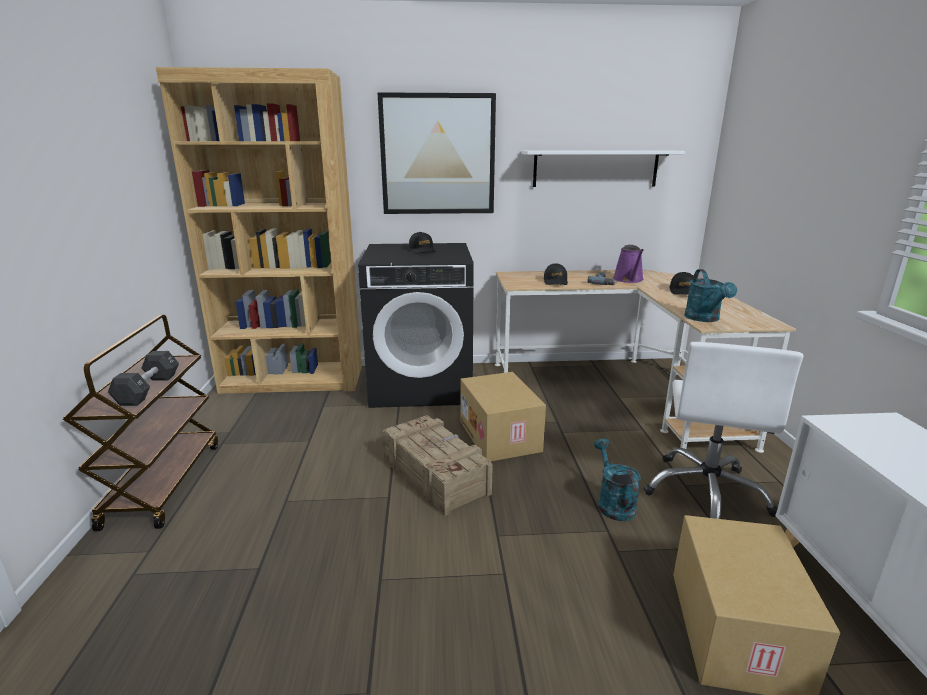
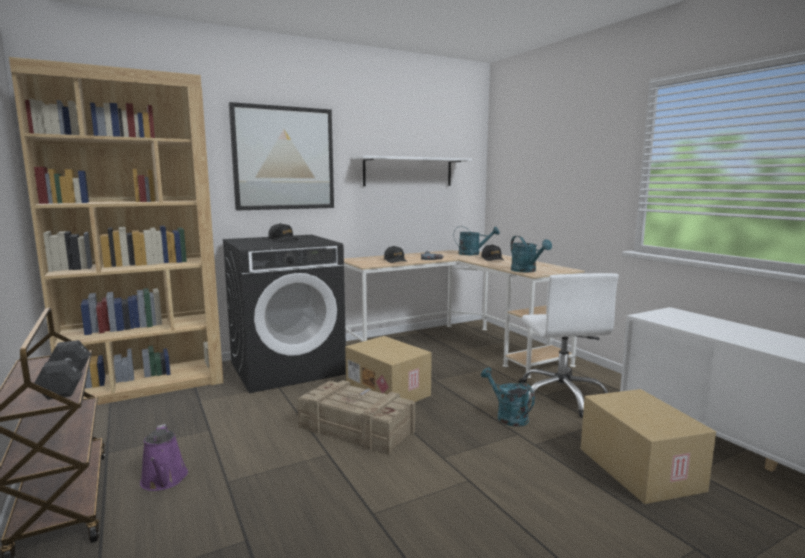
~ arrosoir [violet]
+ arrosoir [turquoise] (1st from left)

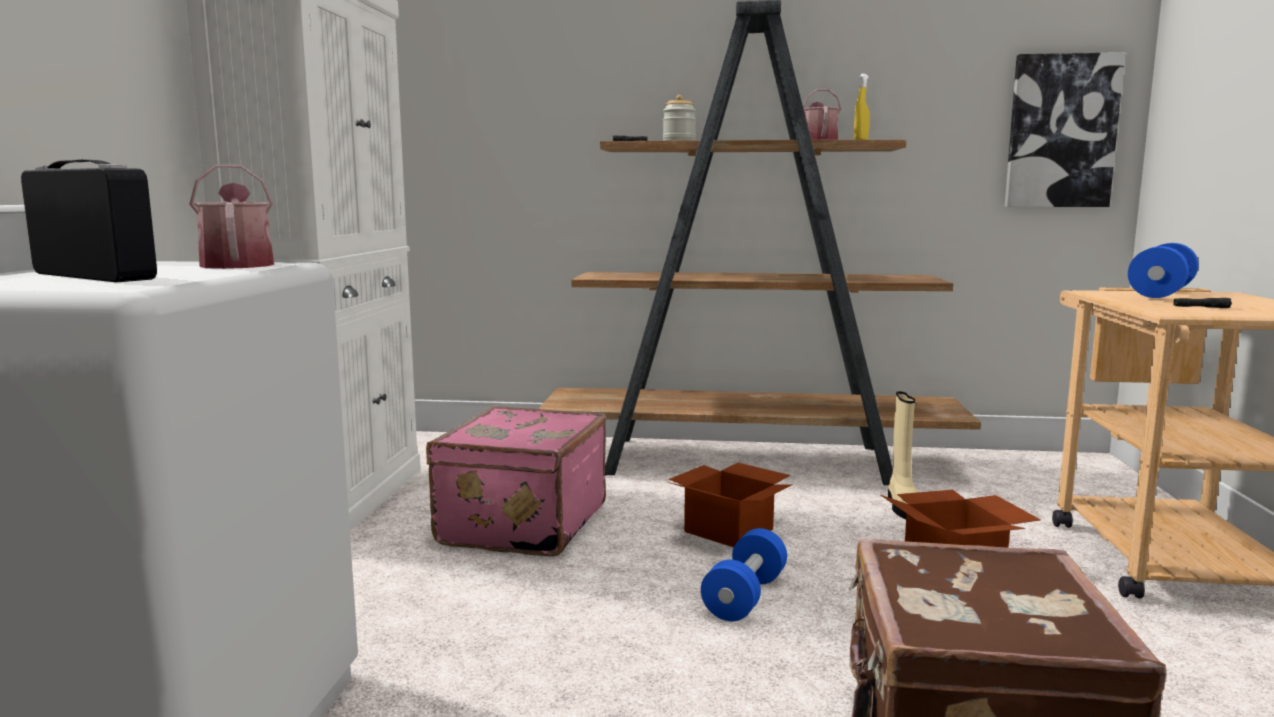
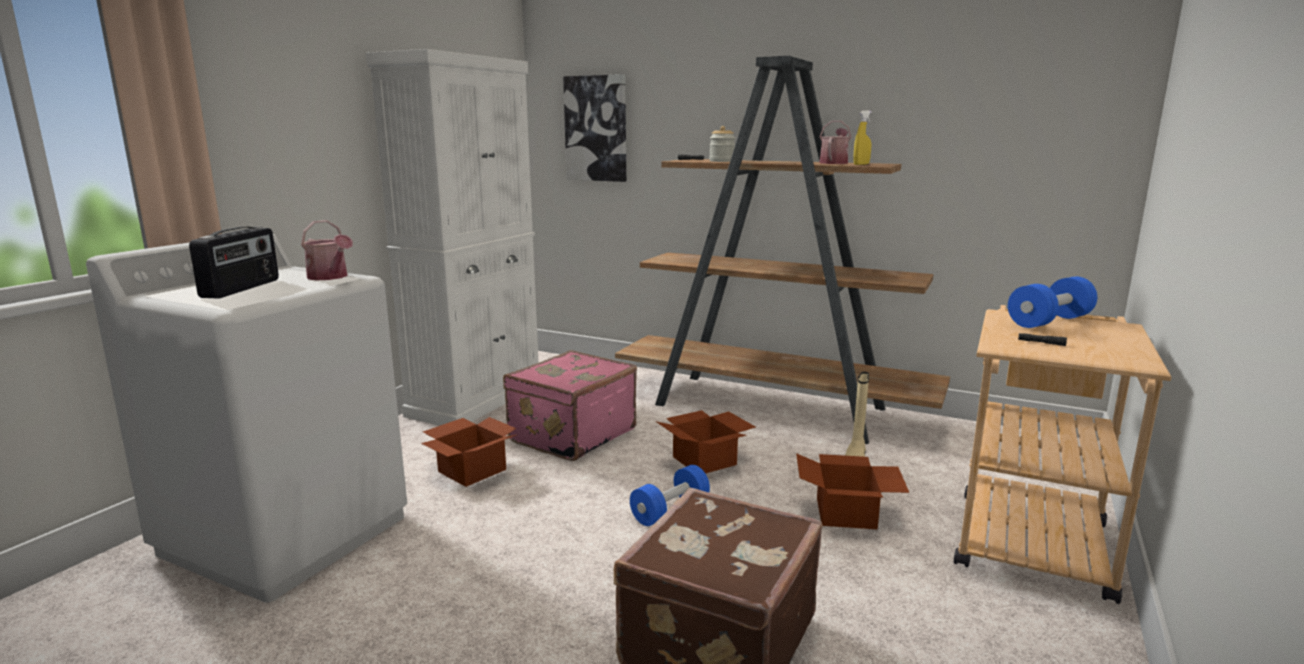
~ radio 45 degrees clockwise
~ arrosoir (1st from left) 135 degrees clockwise
~ tableau
+ carton (1st from left)

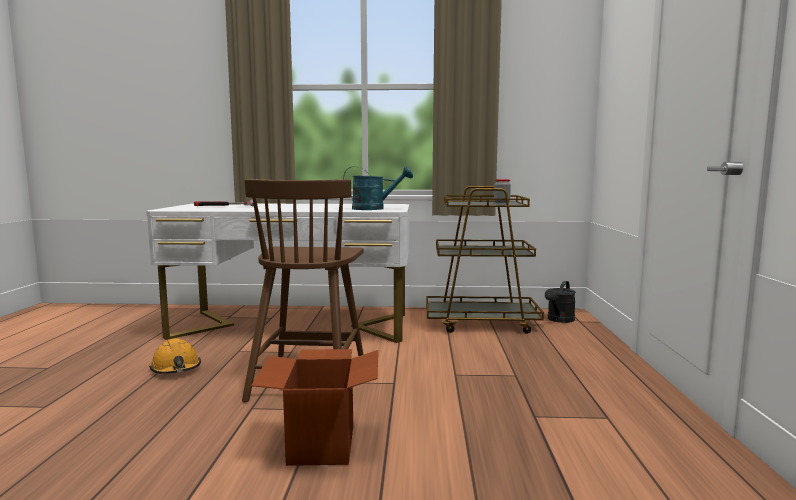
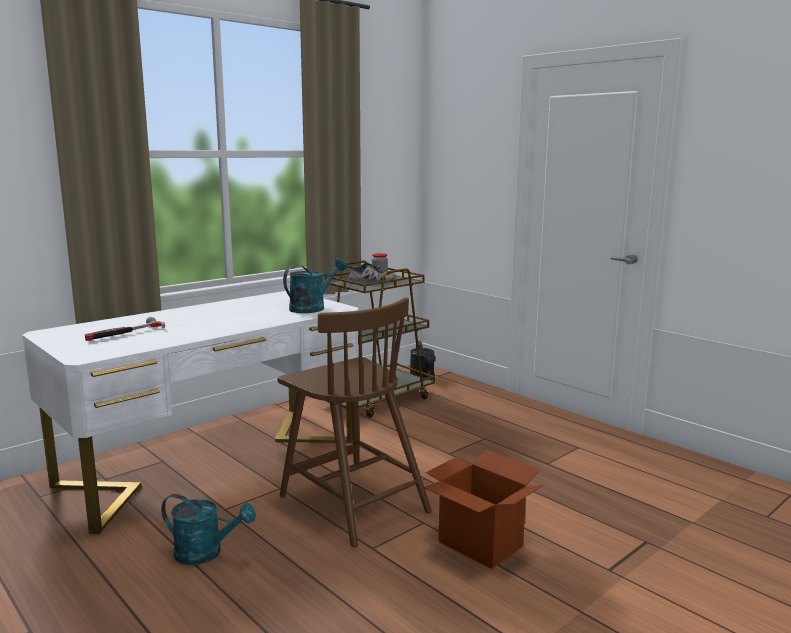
~ casque de chantier [orange] to arrosoir [turquoise] (1st from left)
+ chaussure

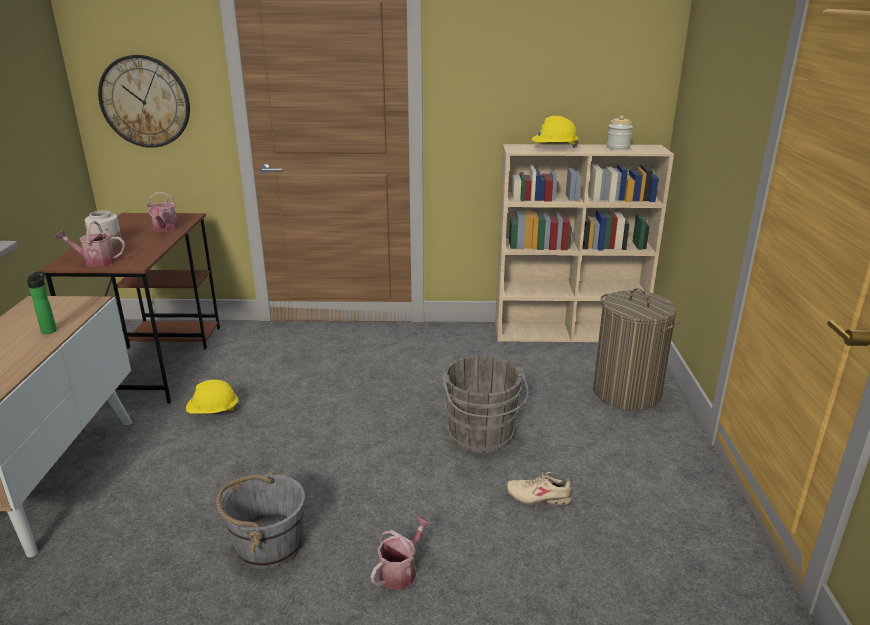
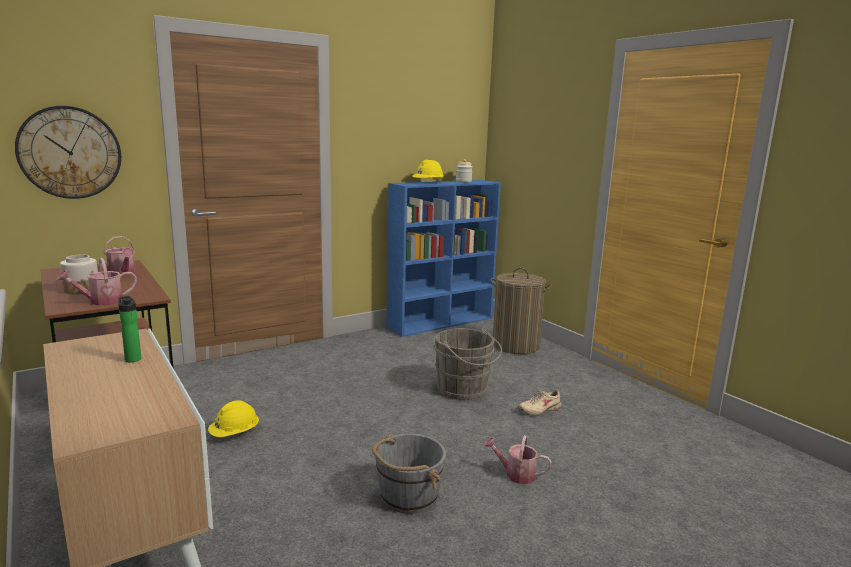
~ arrosoir (3rd from left) 75 degrees counterclockwise
~ bibliothèque [beige] to bibliothèque [bleu]

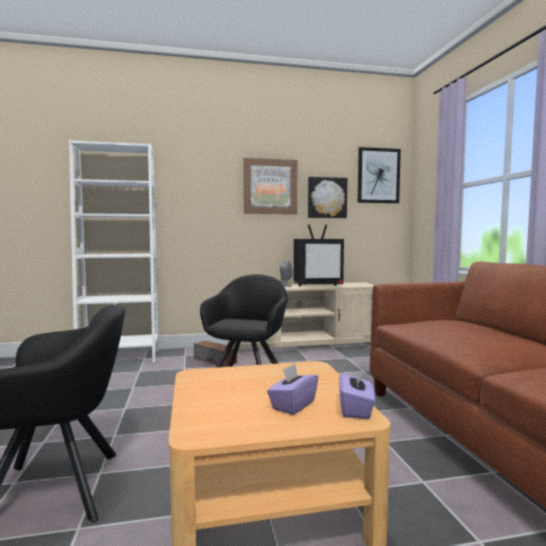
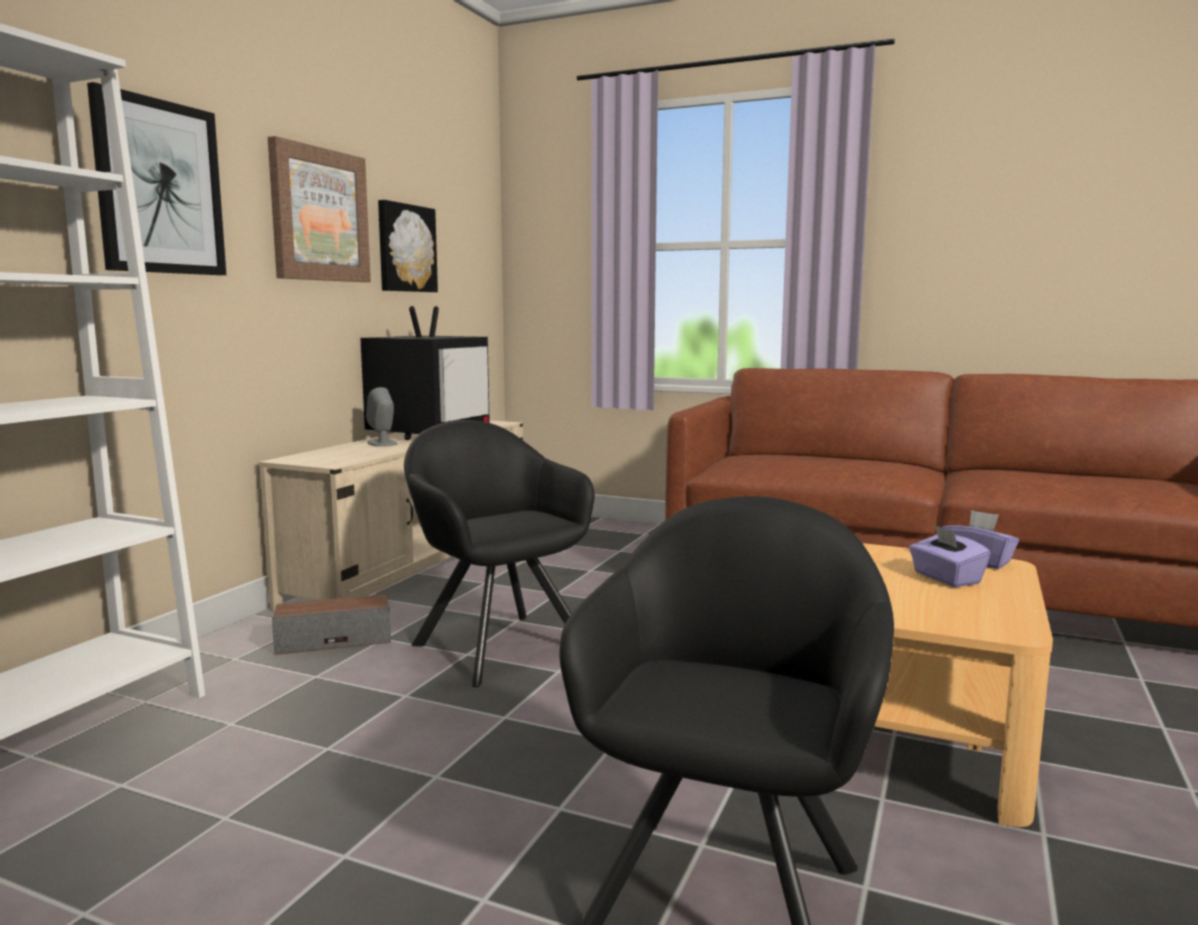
~ tableau (3rd from left in the first image) to tableau (1st from left)

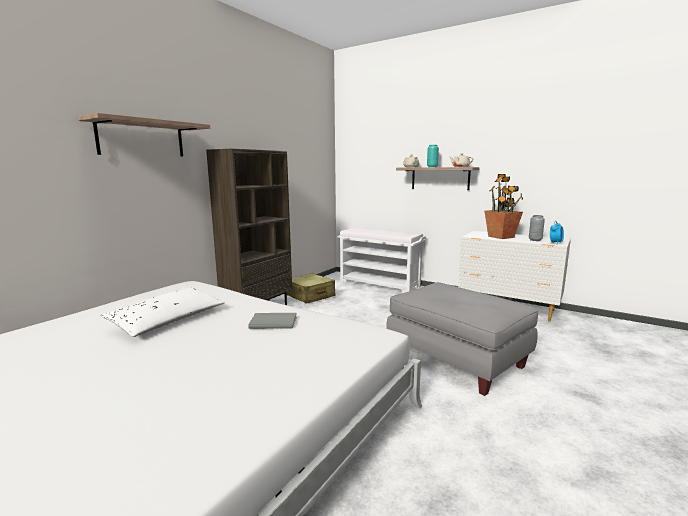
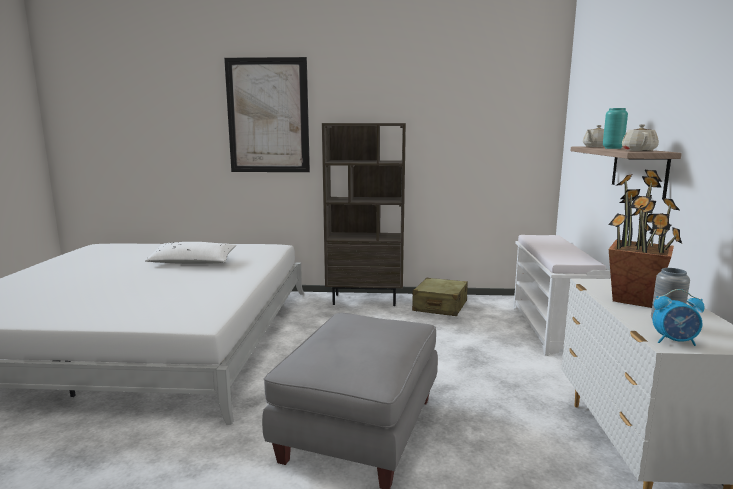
~ étagère (1st from left) to tableau
- livre [gris]

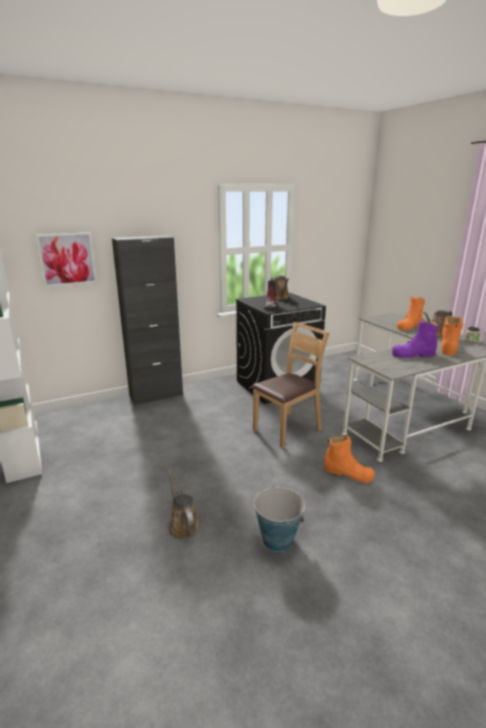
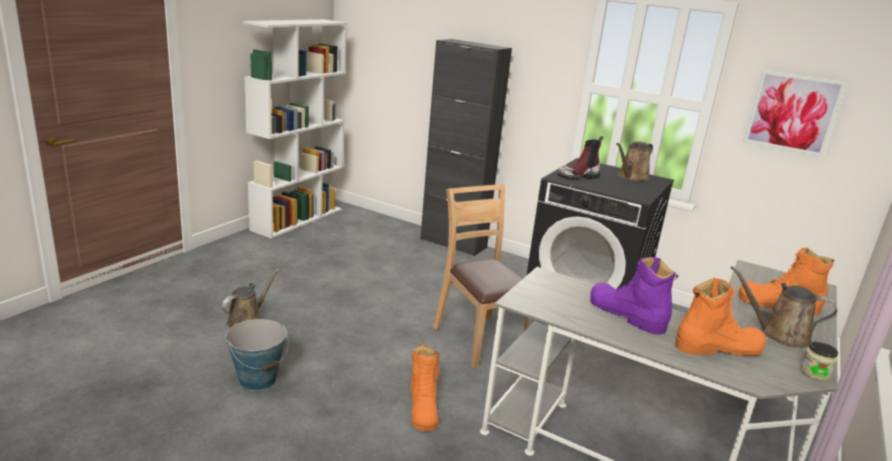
~ tableau
~ chaise [marron] 135 degrees counterclockwise

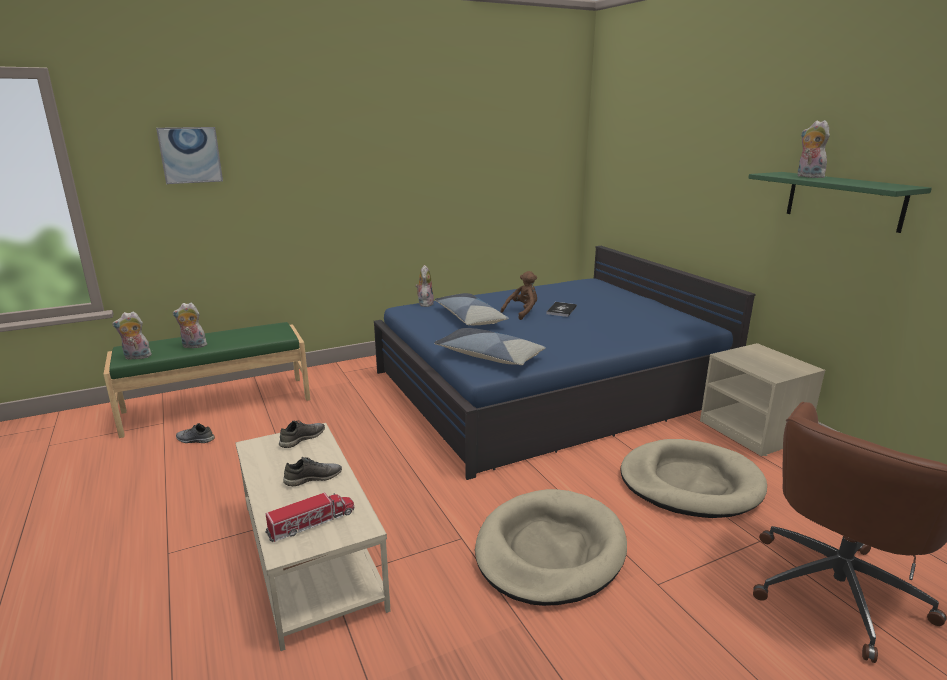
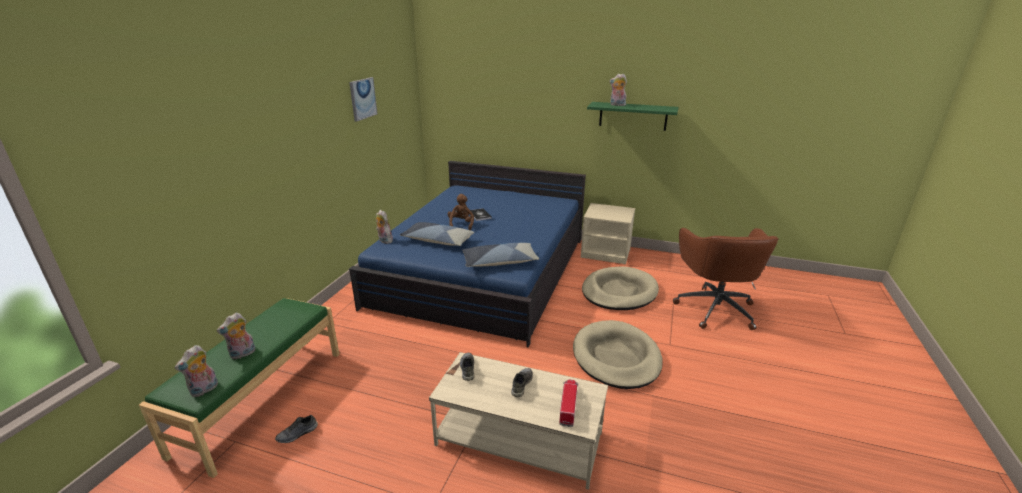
~ tableau

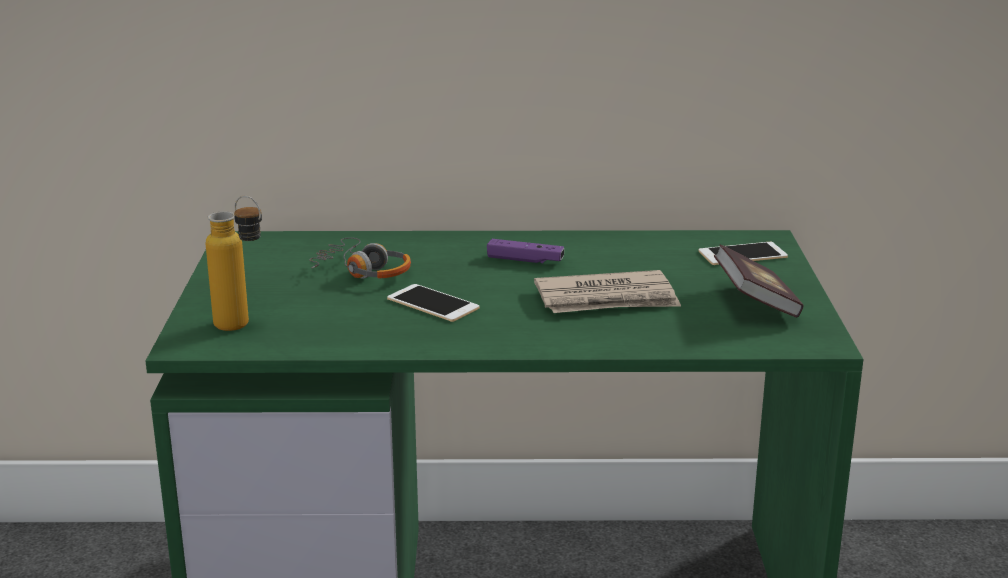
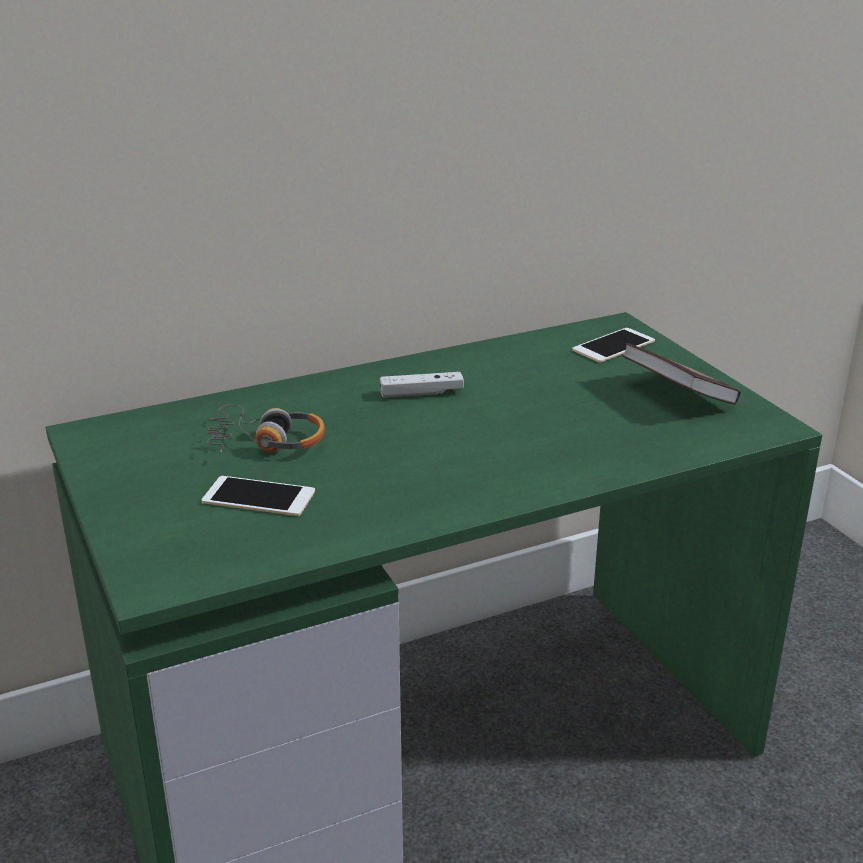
- bouteille
~ téléphone (1st from left)
~ manette [violet] to manette [blanc]
- journal

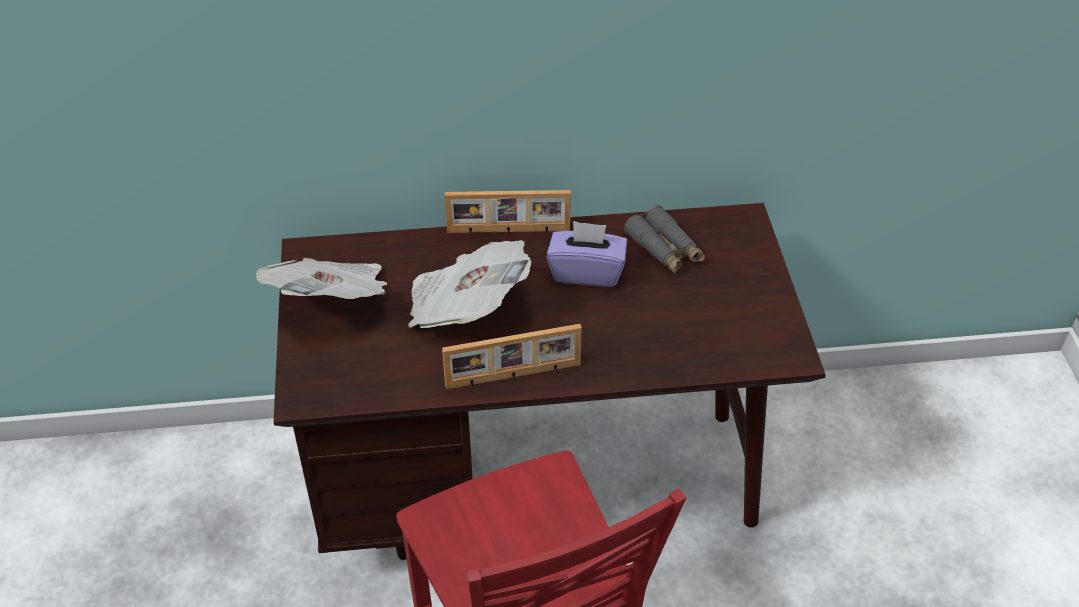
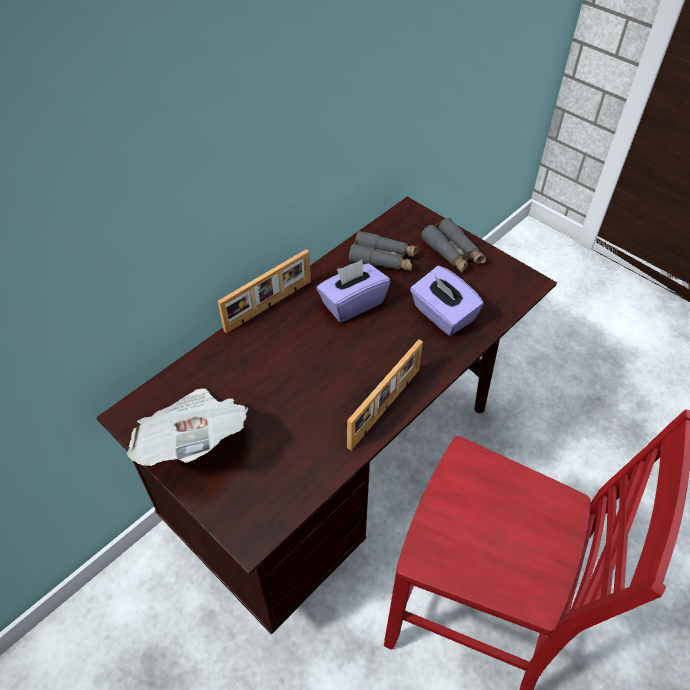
- journal (2nd from left)
+ boîte à mouchoirs [violet] (2nd from left)
+ jumelles [gris] (2nd from left)

